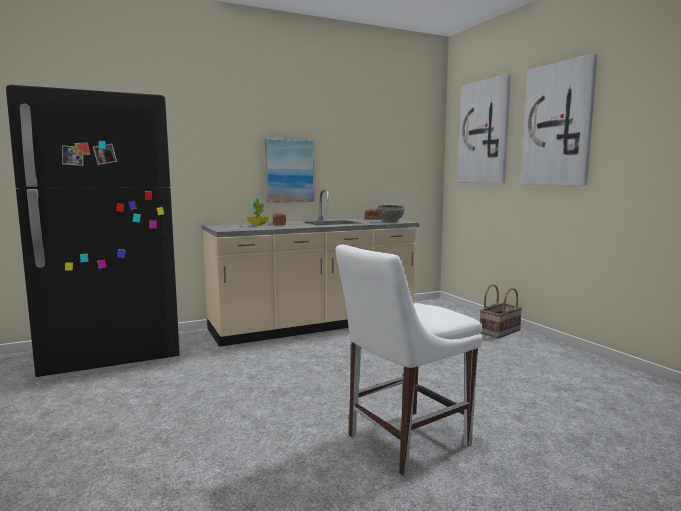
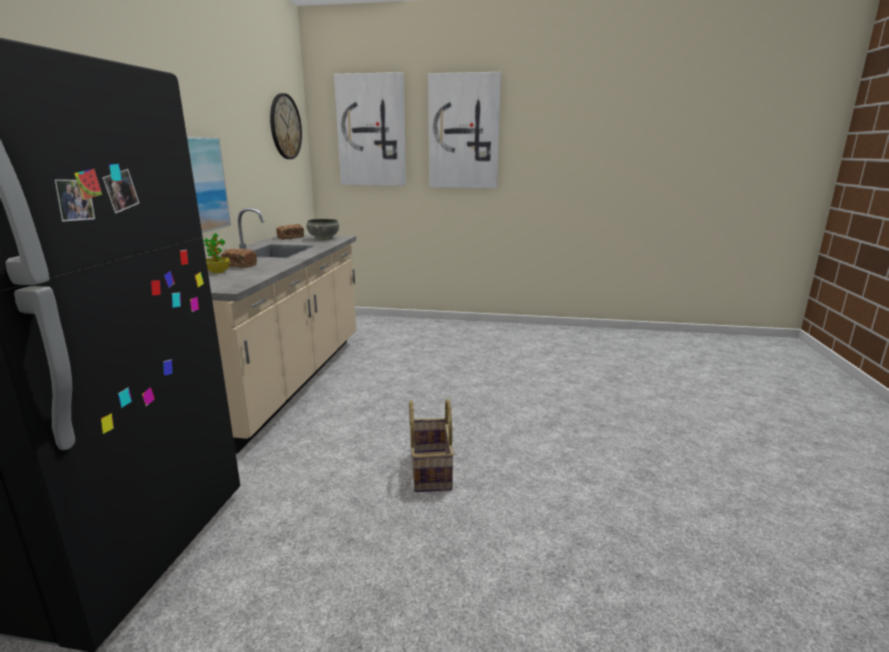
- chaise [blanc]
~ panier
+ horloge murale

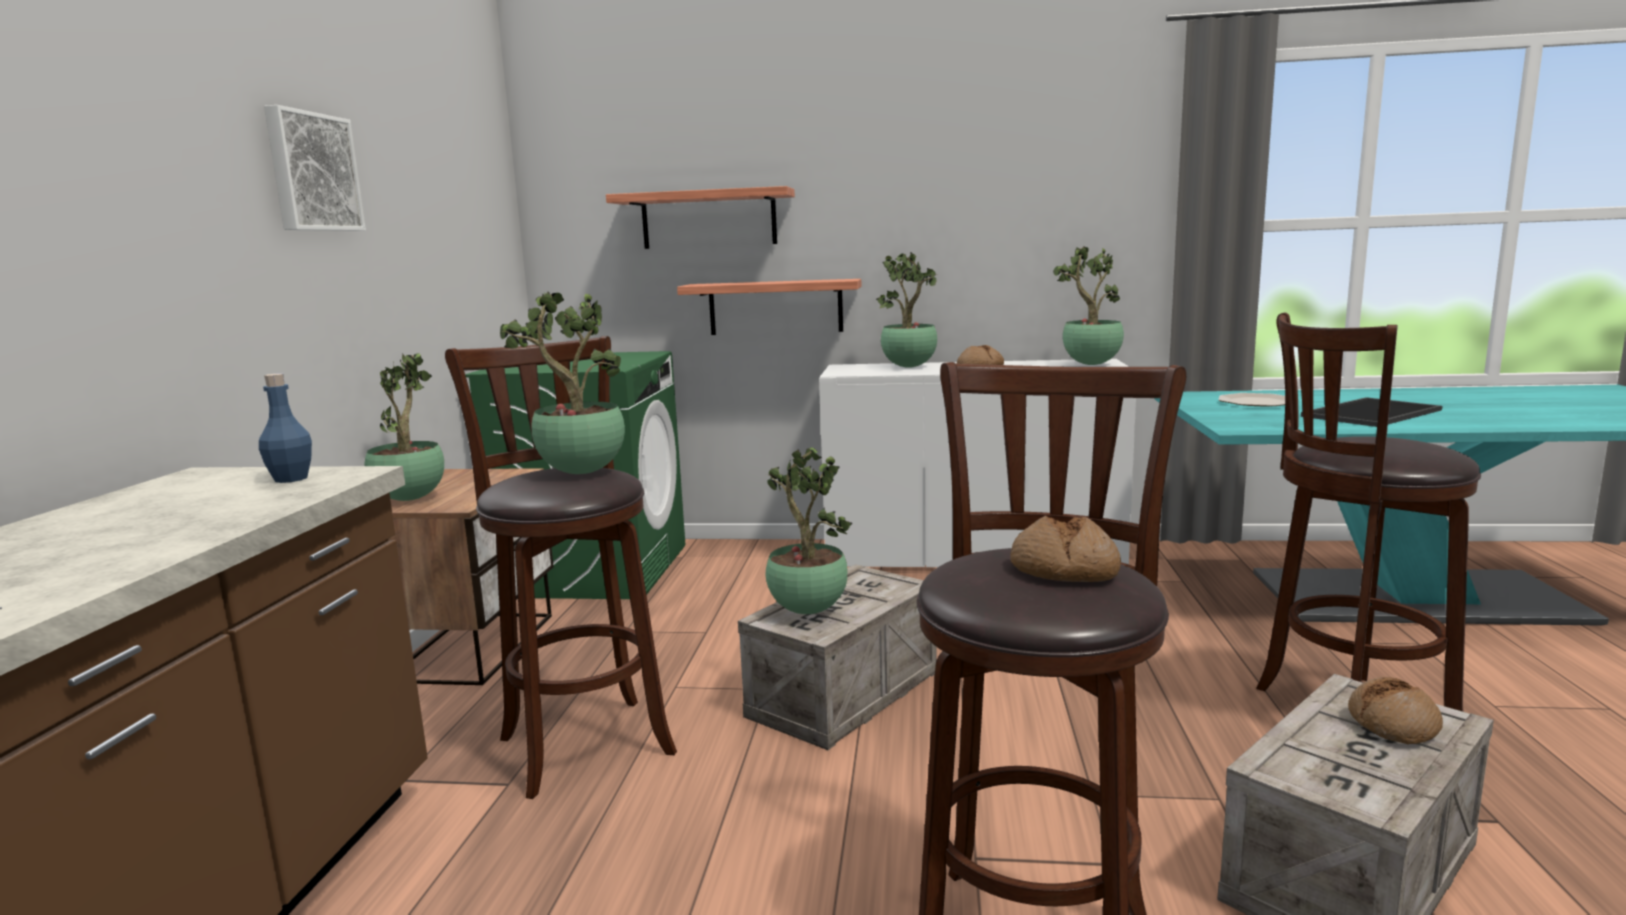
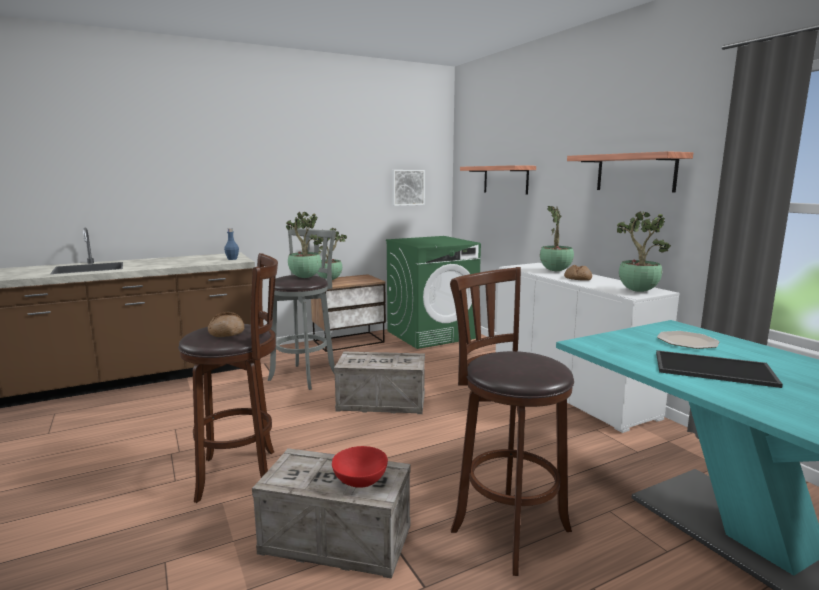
~ tableau
~ tabouret [marron] (1st from left) to tabouret [gris]
~ étagère (2nd from left)
- plante en pot (3rd from left)
~ pain (3rd from left) to bol [rouge]

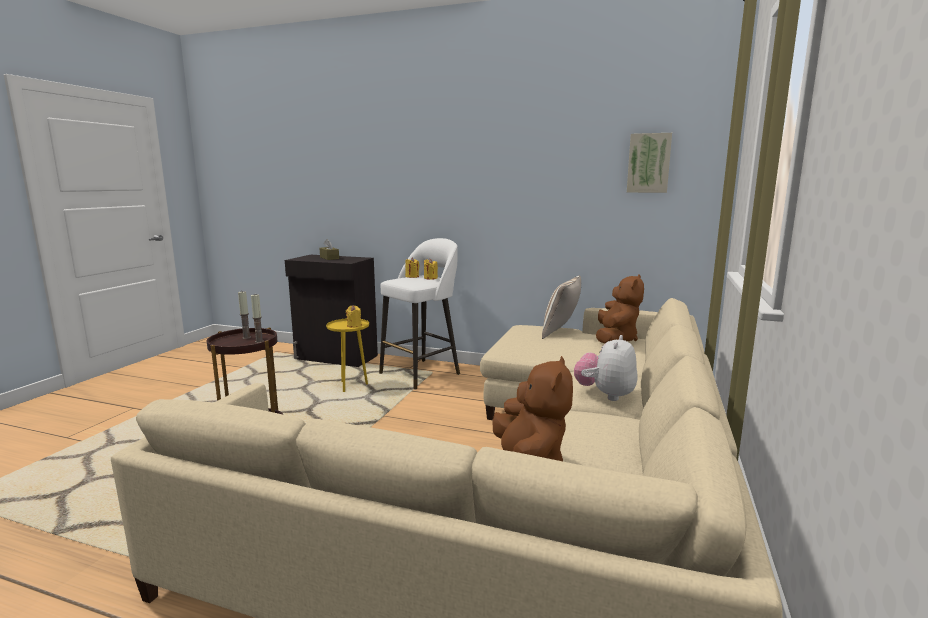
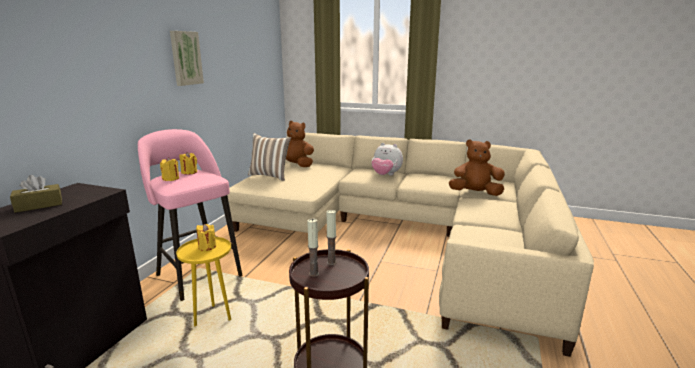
~ tabouret [blanc] to tabouret [rose]
~ tableau

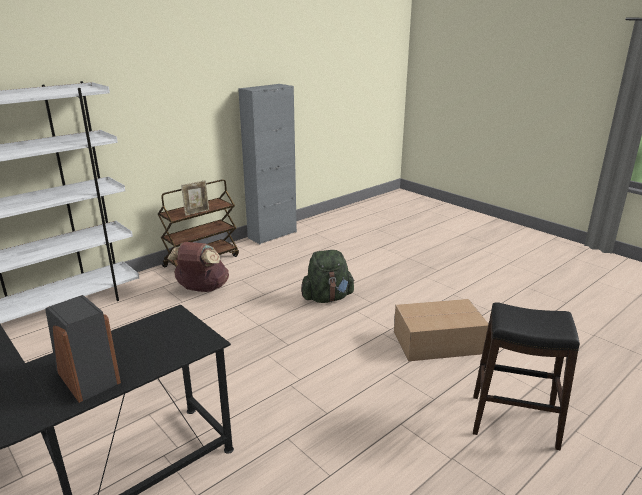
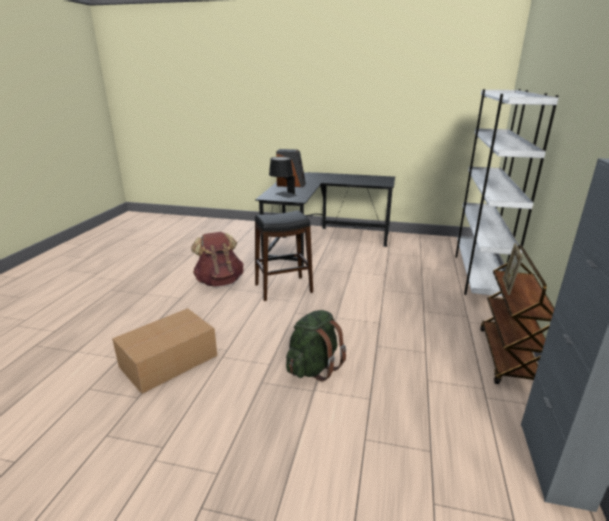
~ sac à dos [marron]
~ tabouret [noir]
+ lampe de table [noir]

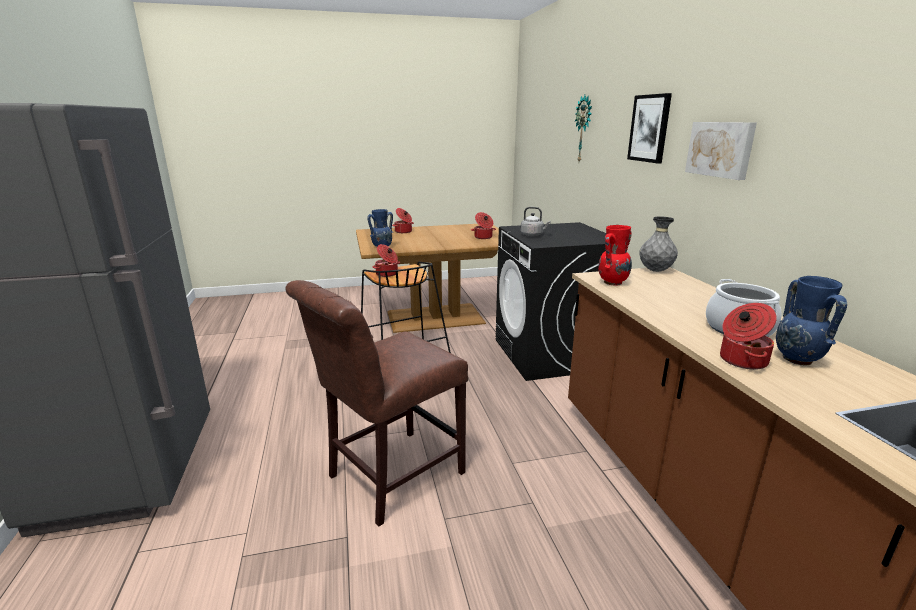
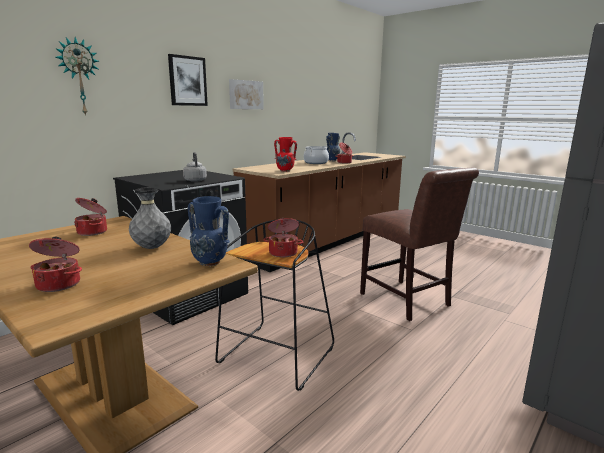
~ chaise [marron] 45 degrees clockwise
~ vase [gris]

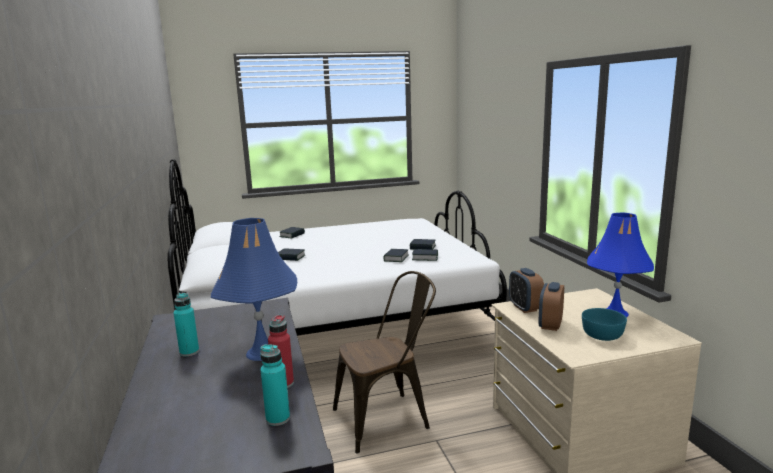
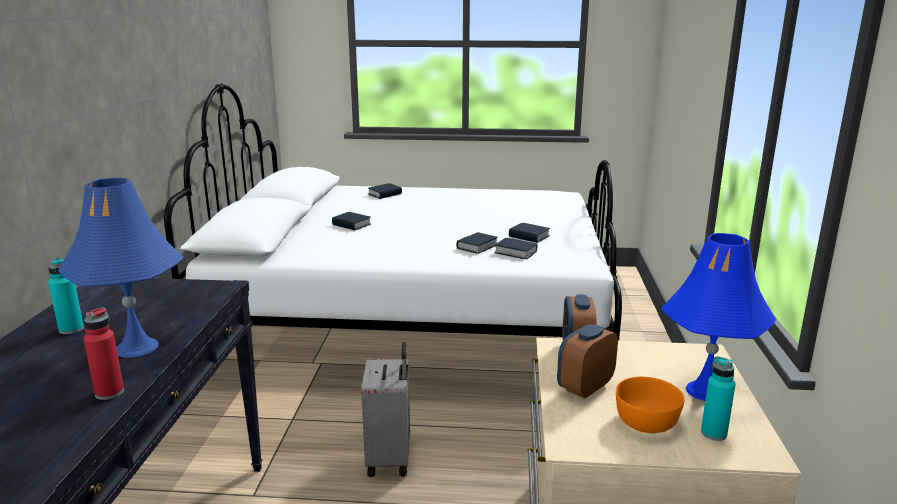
~ bouteille [turquoise] (2nd from left)
~ chaise [marron] to valise [gris]
~ bol [turquoise] to bol [orange]

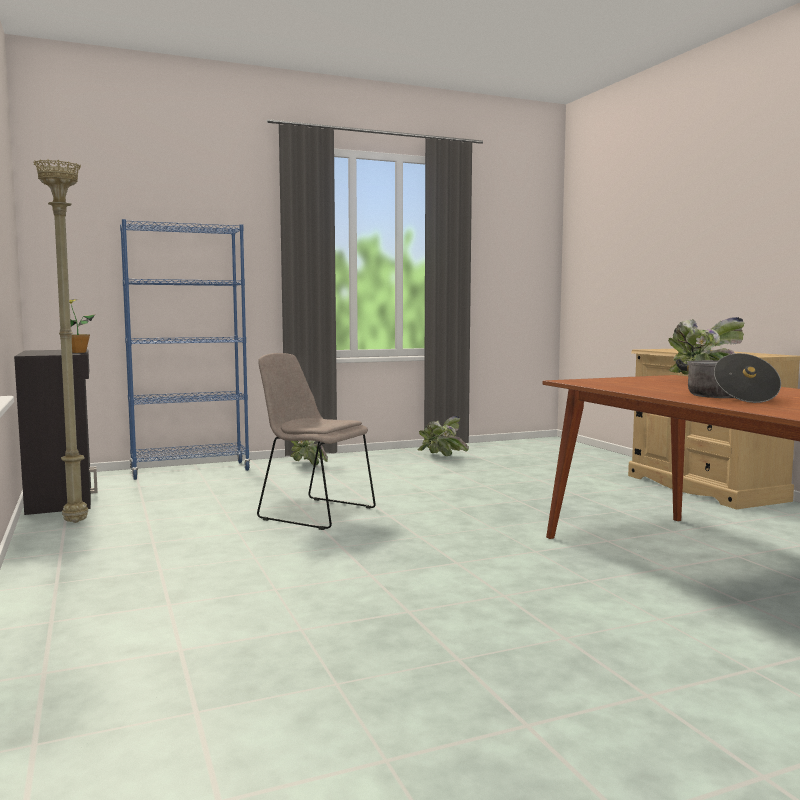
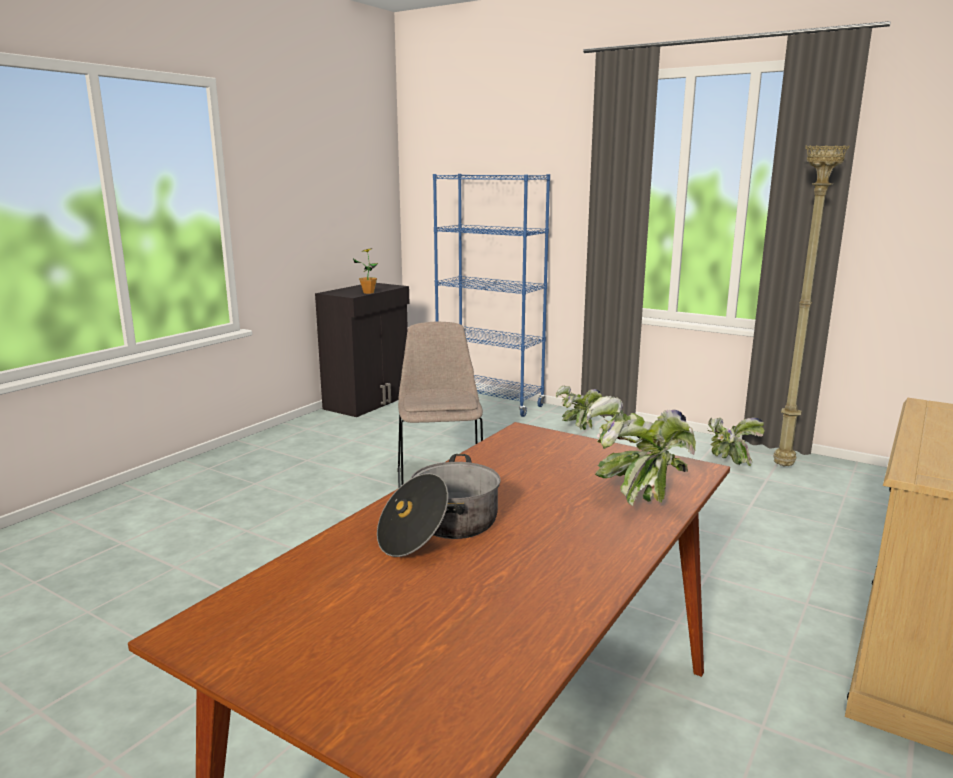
~ lampadaire [beige]

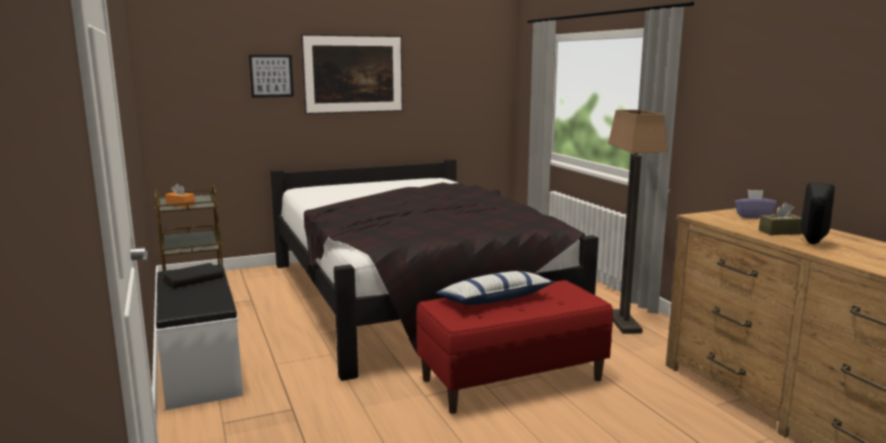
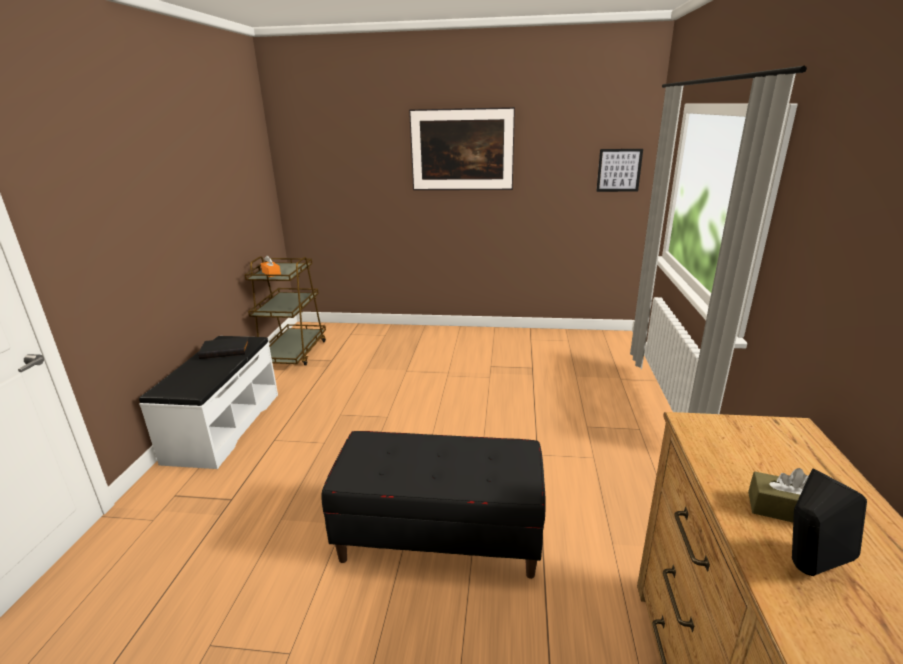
~ tableau (1st from left in the first image) to tableau (2nd from left)
- lit [noir]
~ banc [rouge] to banc [noir]
- coussin
- lampadaire
- boîte à mouchoirs [violet]

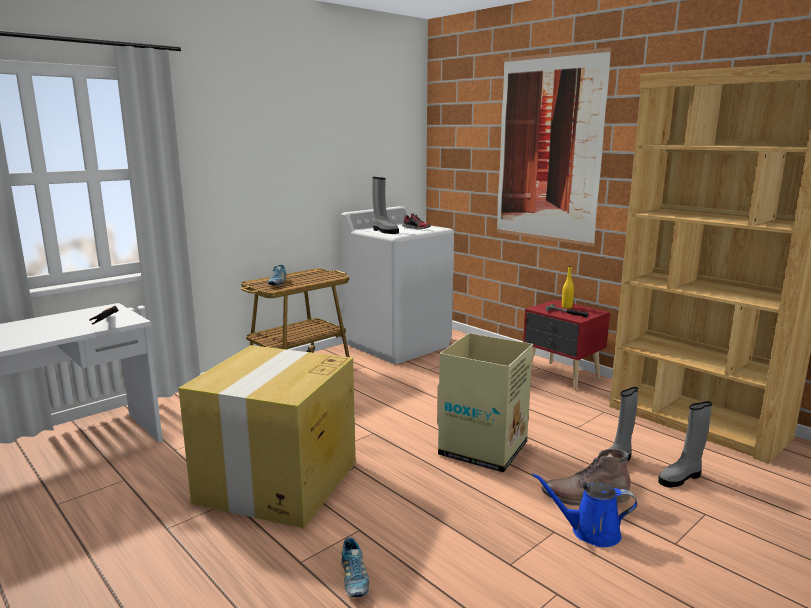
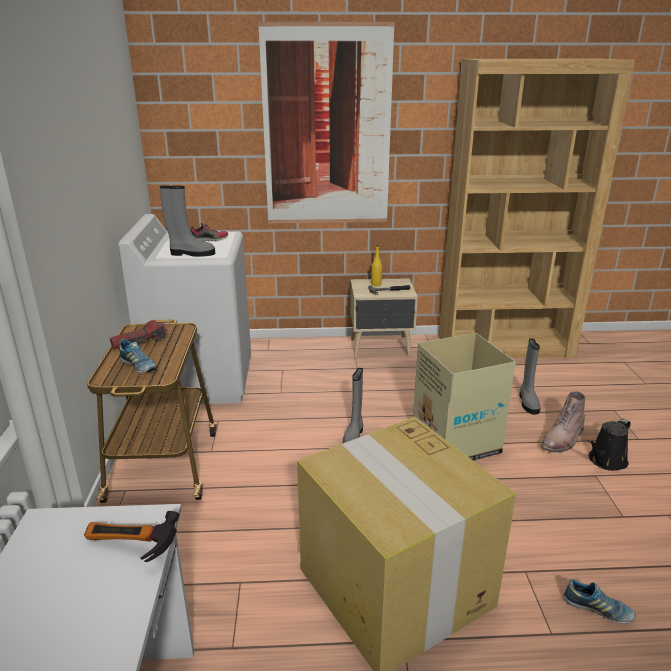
~ table de chevet [rouge] to table de chevet [beige]
~ arrosoir [bleu] to arrosoir [noir]
~ botte [gris] (3rd from left in the first image) to botte [gris] (2nd from left)
+ lampe de poche

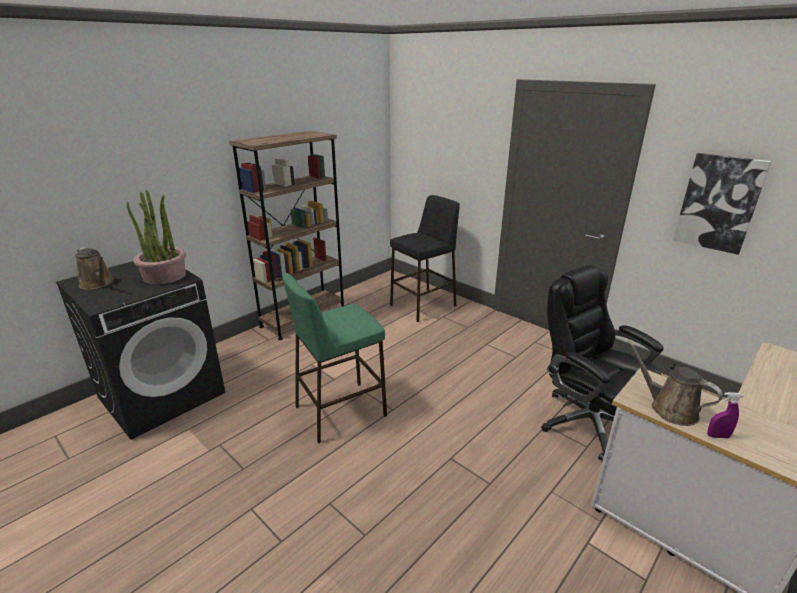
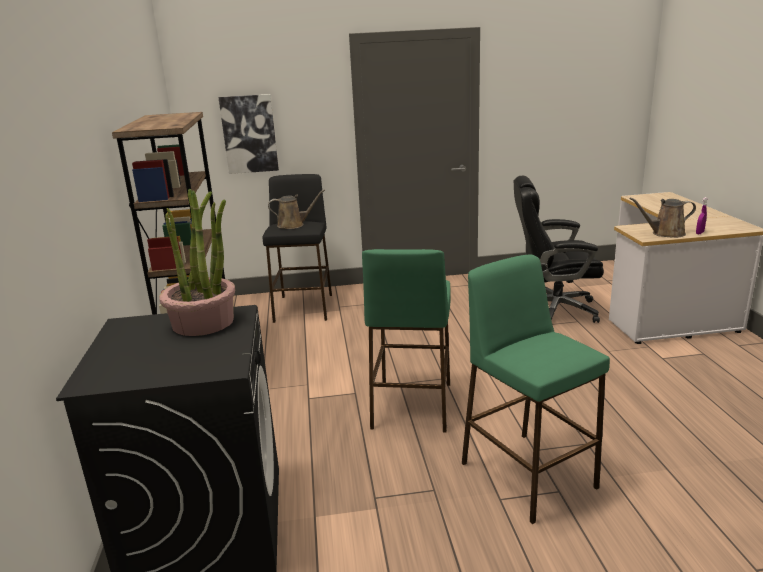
~ arrosoir [marron] (1st from left)
~ tableau
+ tabouret [vert] (2nd from left)

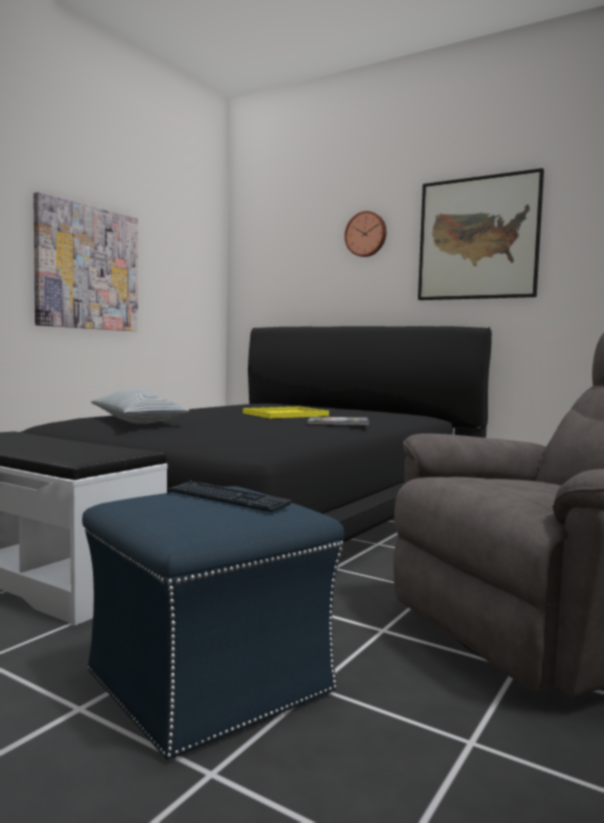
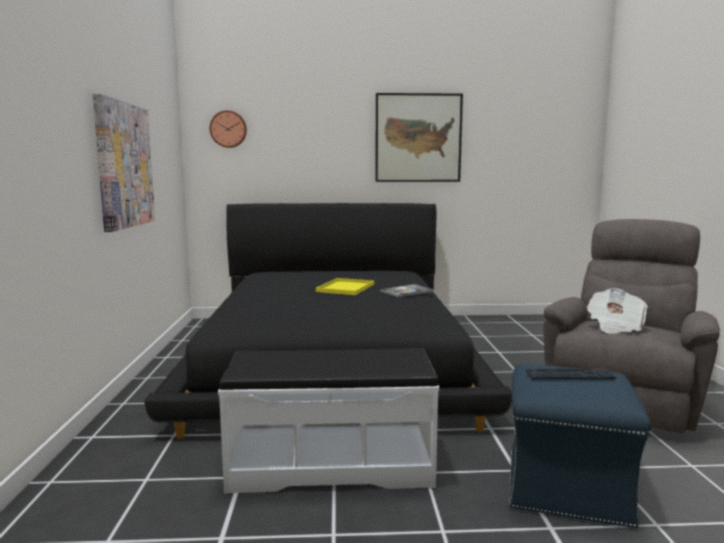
- coussin
~ horloge murale
+ journal

